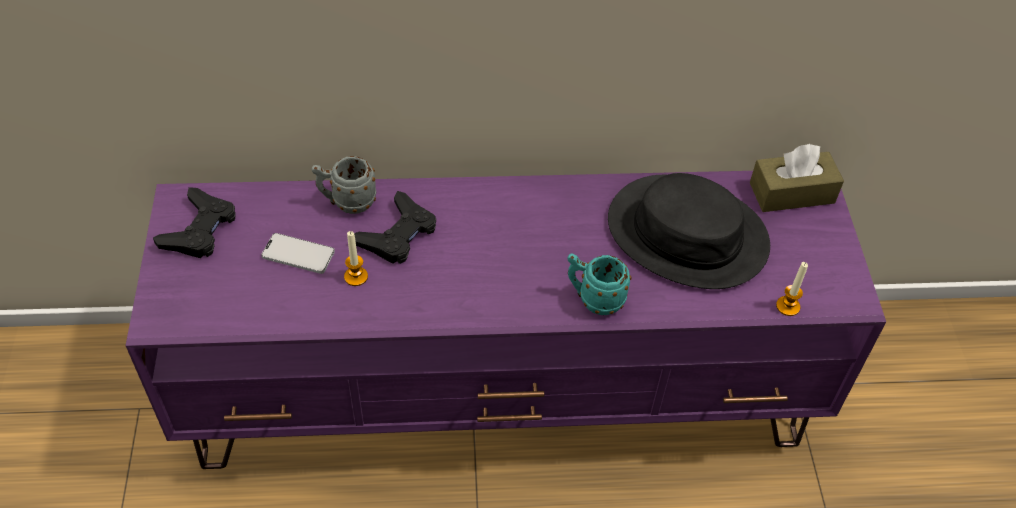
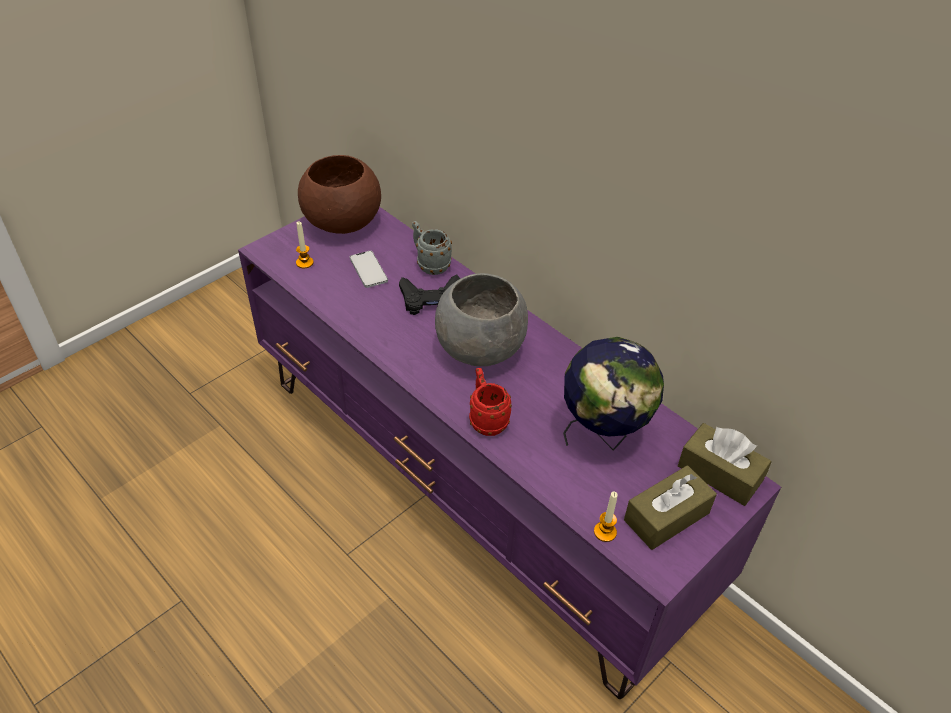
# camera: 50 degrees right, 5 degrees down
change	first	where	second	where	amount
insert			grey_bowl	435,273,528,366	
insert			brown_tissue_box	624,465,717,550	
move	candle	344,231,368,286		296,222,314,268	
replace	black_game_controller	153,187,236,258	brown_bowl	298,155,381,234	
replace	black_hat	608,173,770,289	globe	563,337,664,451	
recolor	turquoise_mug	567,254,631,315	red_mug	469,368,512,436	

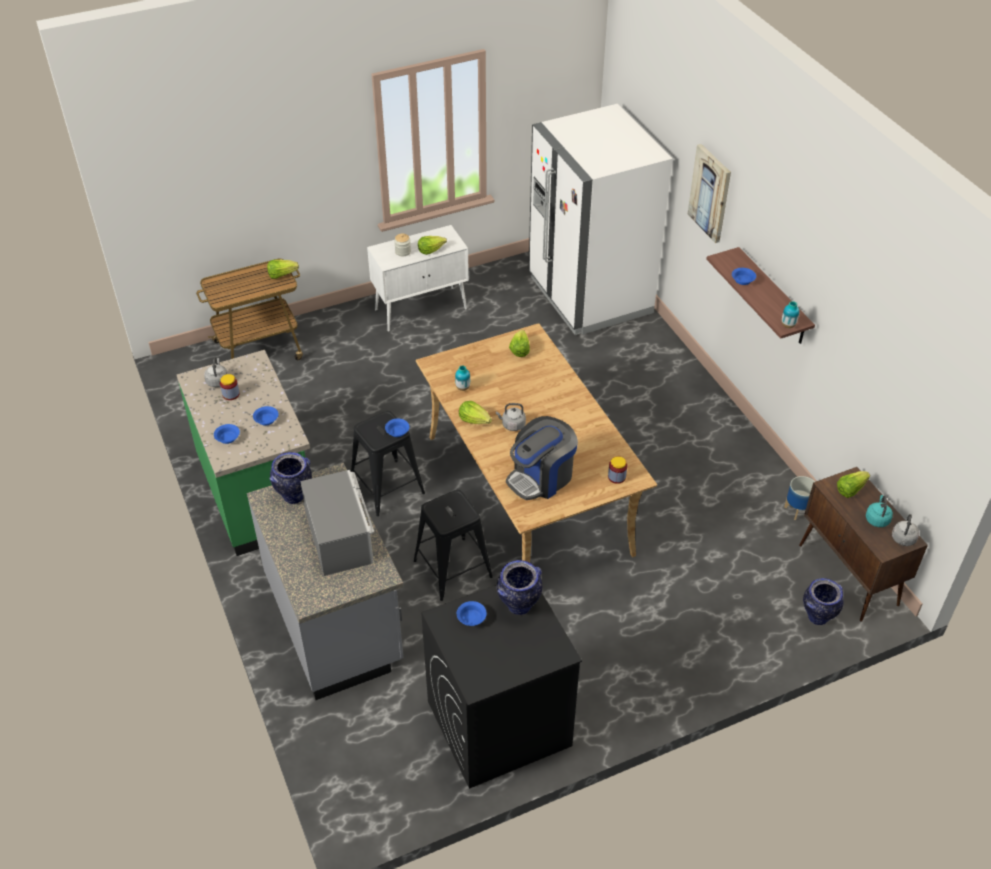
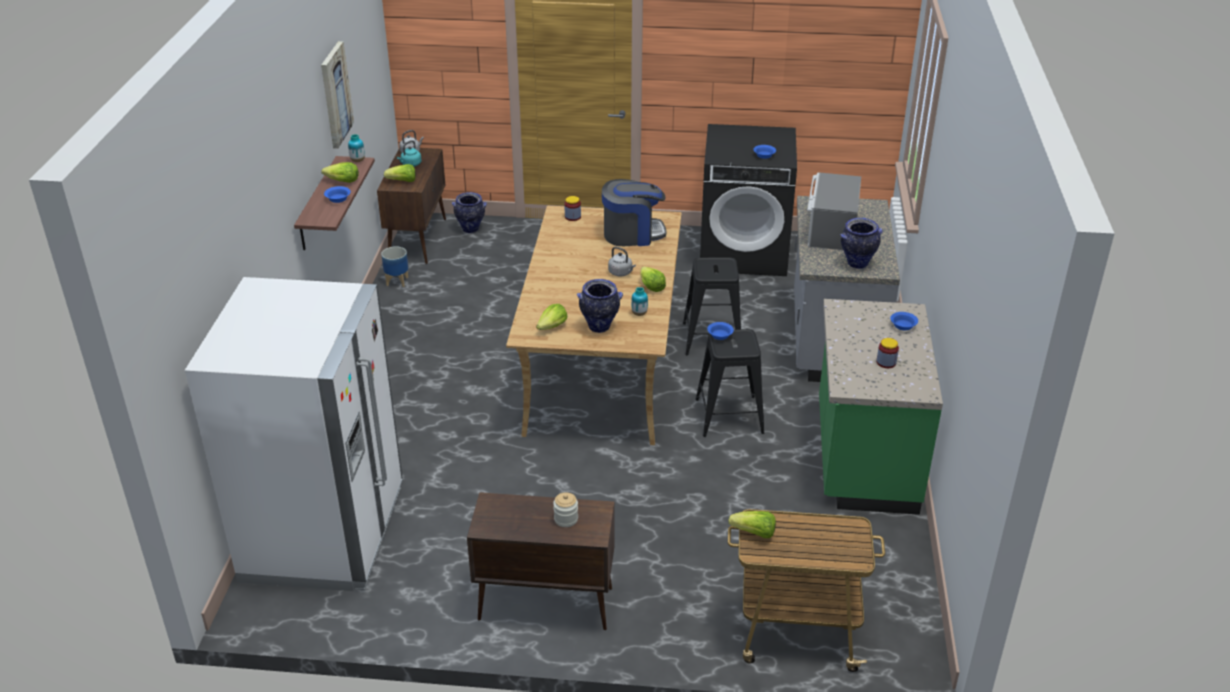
# camera: 150 degrees left, 10 degrees down
change	first	where	second	where	amount
delete	grey_kettle	204,357,228,387			
delete	blue_bowl	253,406,279,425			
move	lettuce	418,236,447,255		321,162,359,183	
move	vase	497,560,542,615		577,279,623,333	
move	picture	688,144,731,243		321,41,354,149	
recolor	white_cabinet	367,225,469,332	brown_cabinet	467,492,615,630	

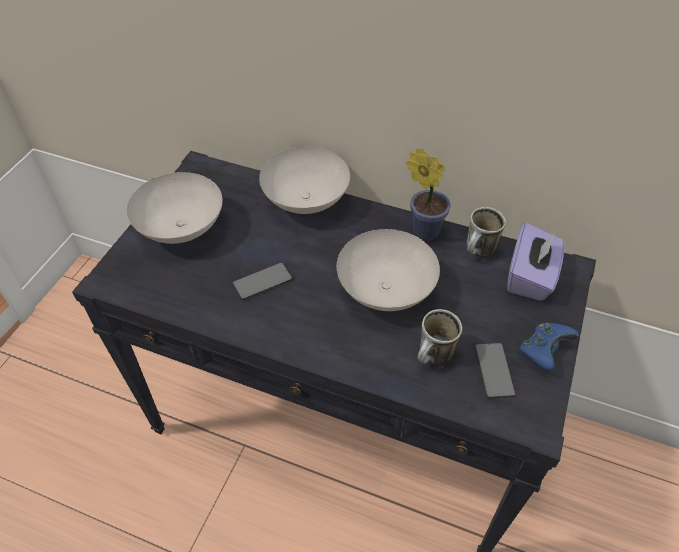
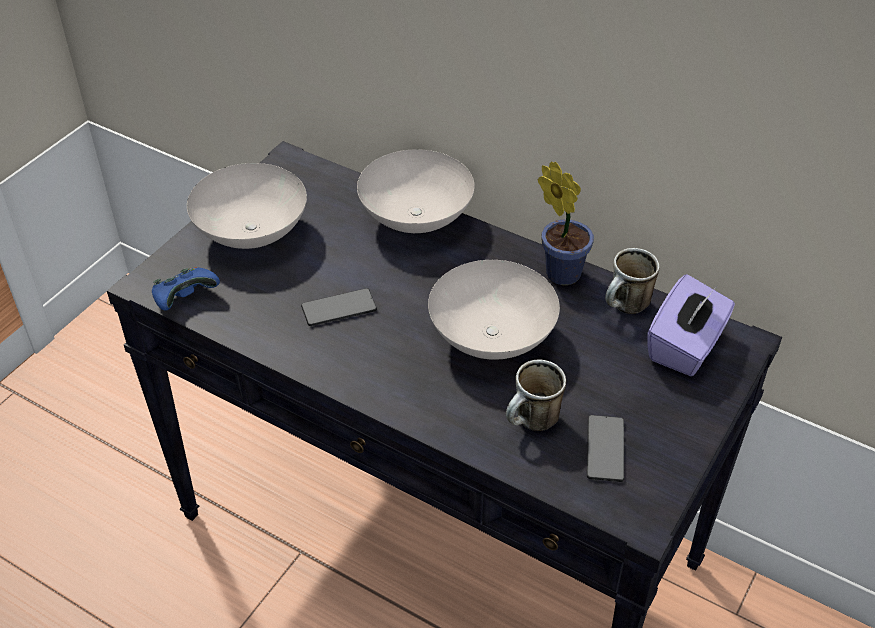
# camera: 10 degrees right, 5 degrees down
change	first	where	second	where	amount
move	blue_game_controller	520,323,579,370		152,267,220,311	

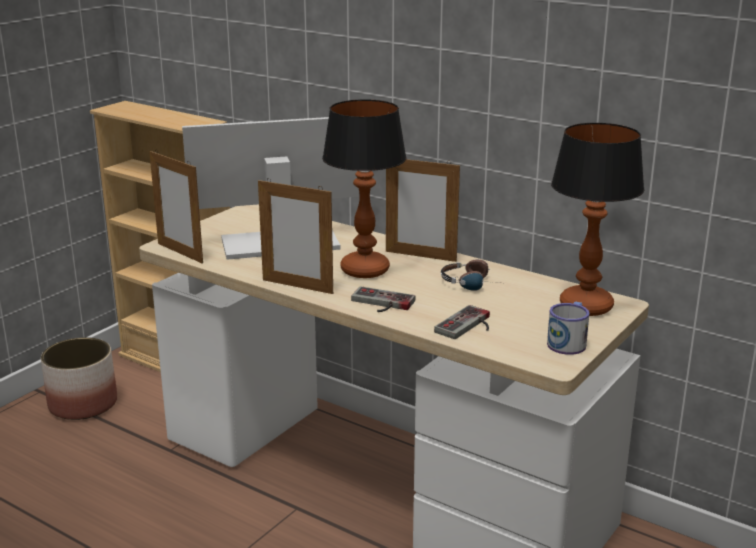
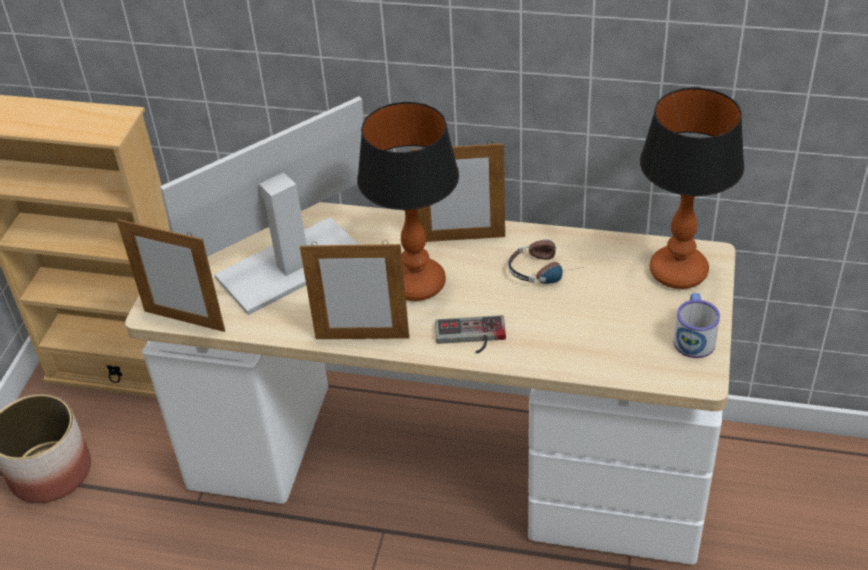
# camera: 20 degrees left, 20 degrees up
change	first	where	second	where	amount
delete	game_controller	434,305,490,339			

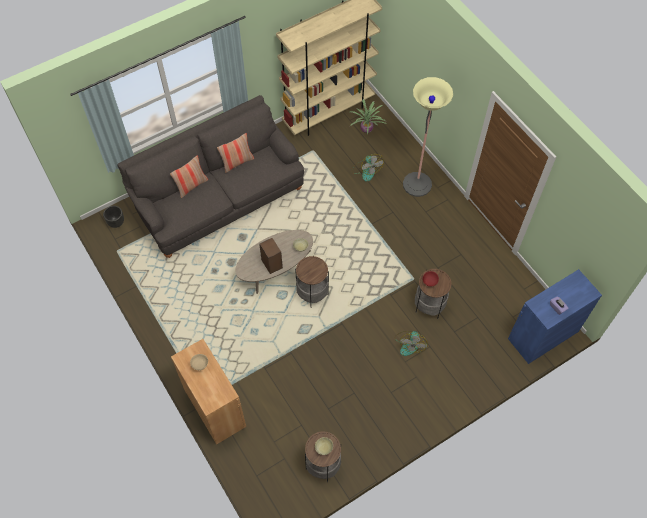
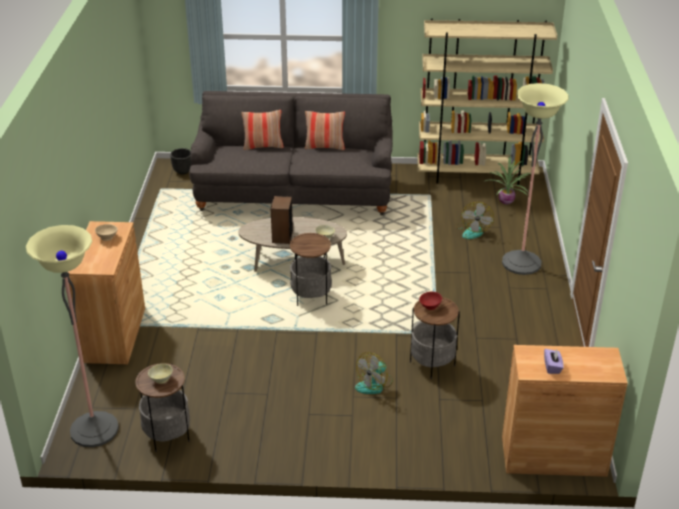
# camera: 35 degrees right, 25 degrees down
change	first	where	second	where	amount
insert			floor_lamp	26,225,119,447	
recolor	blue_cabinet	508,269,602,364	brown_cabinet	502,345,628,477	

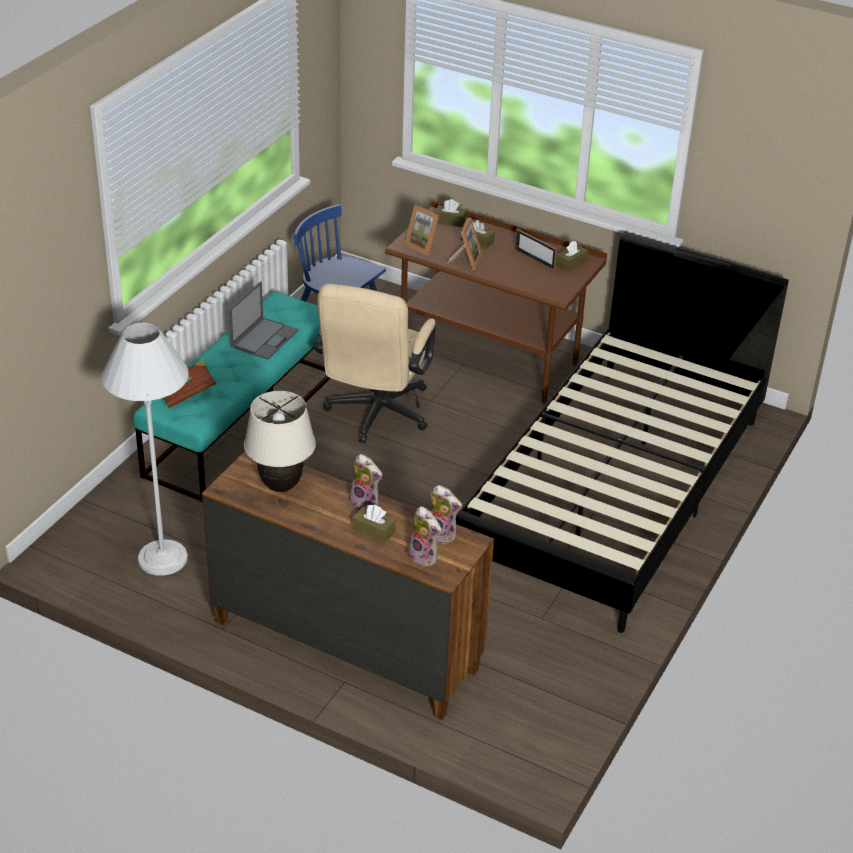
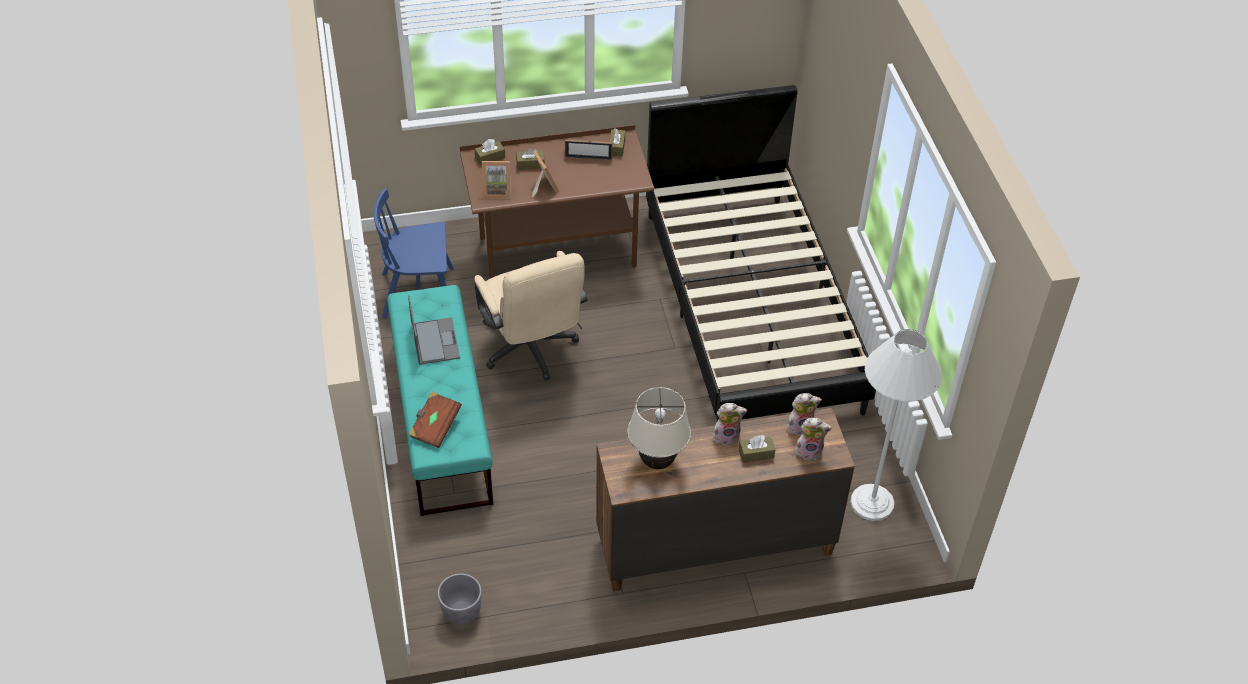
# camera: 40 degrees left, 10 degrees up
change	first	where	second	where	amount
insert			grey_planter	438,574,481,625	
move	white_floor_lamp	101,323,189,576		850,329,942,521	

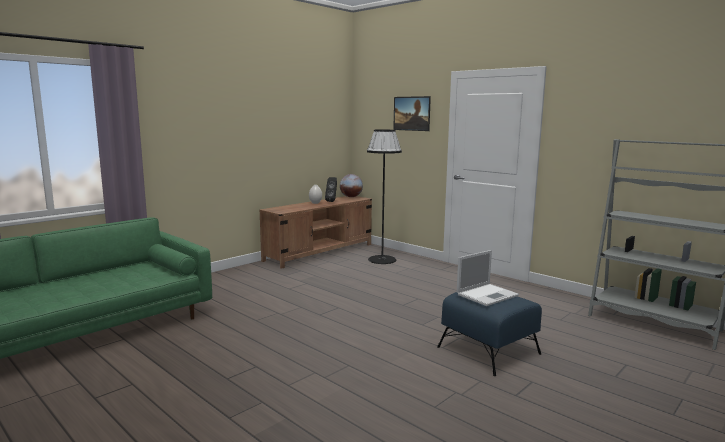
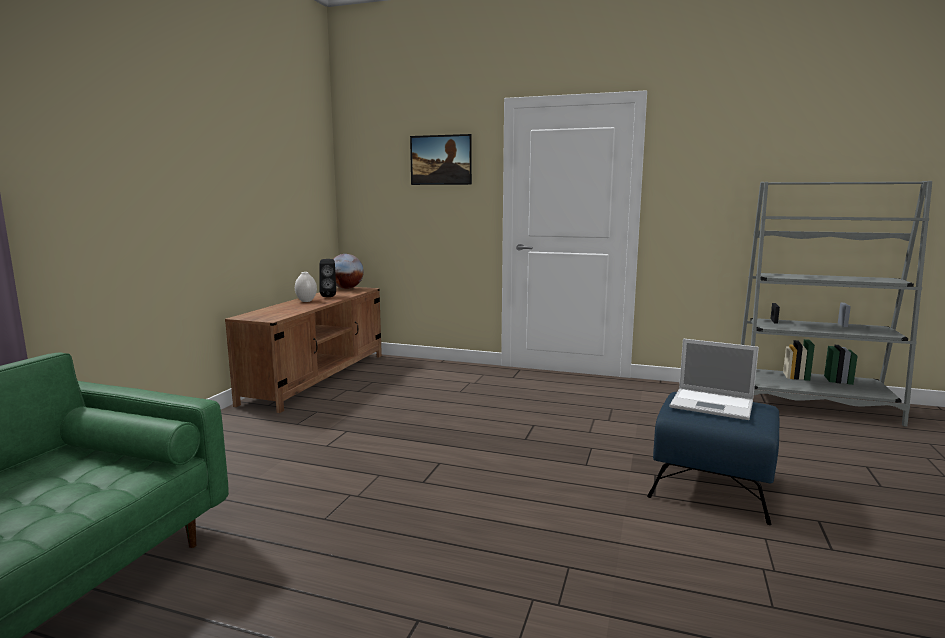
# camera: 25 degrees left, 0 degrees up
change	first	where	second	where	amount
delete	black_floor_lamp	367,130,402,264			
rotate	laptop	457,250,519,306		670,339,759,420	90 degrees clockwise

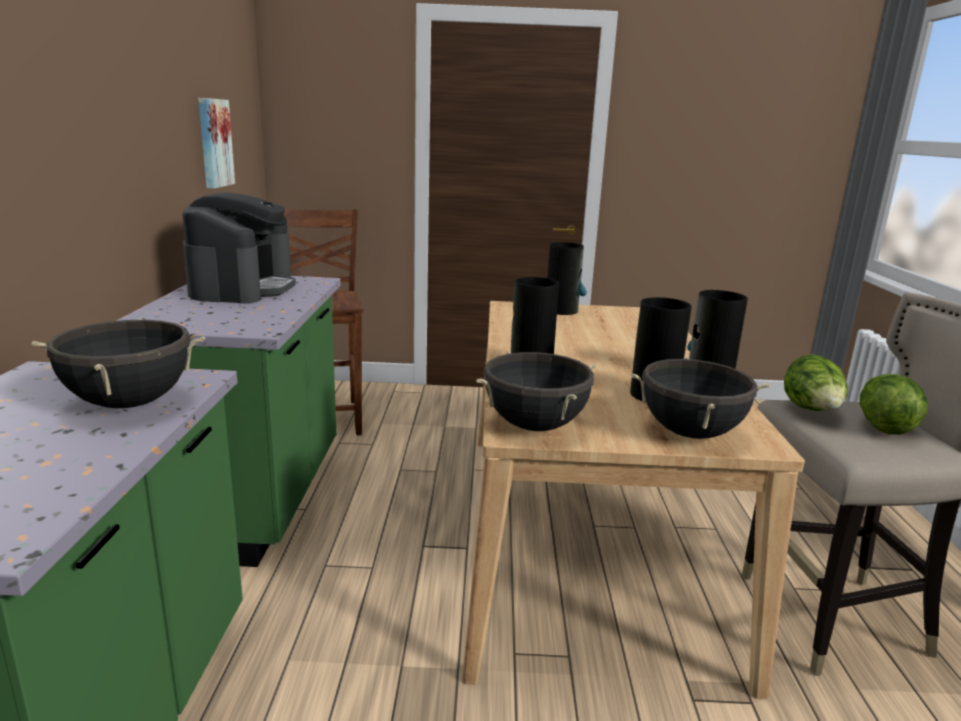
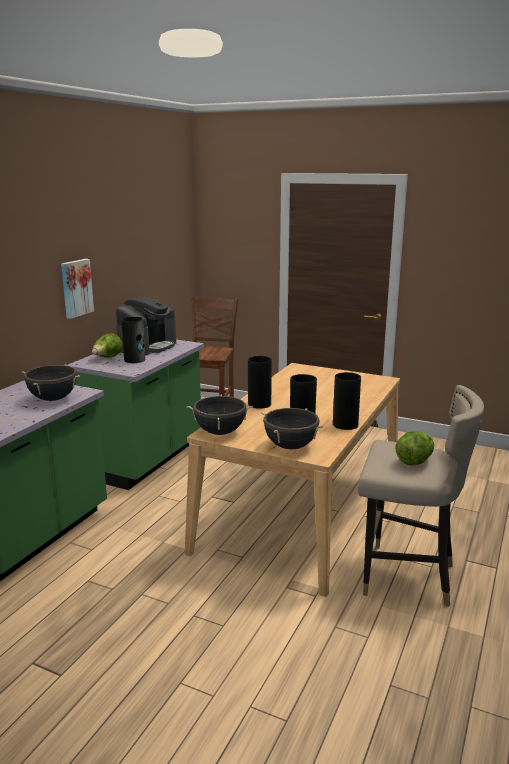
# camera: 25 degrees right, 0 degrees up
change	first	where	second	where	amount
move	picture	198,98,235,189		61,259,94,319	
move	vase	547,242,587,315		121,317,145,363	
move	lettuce	784,354,848,411		92,334,122,358	

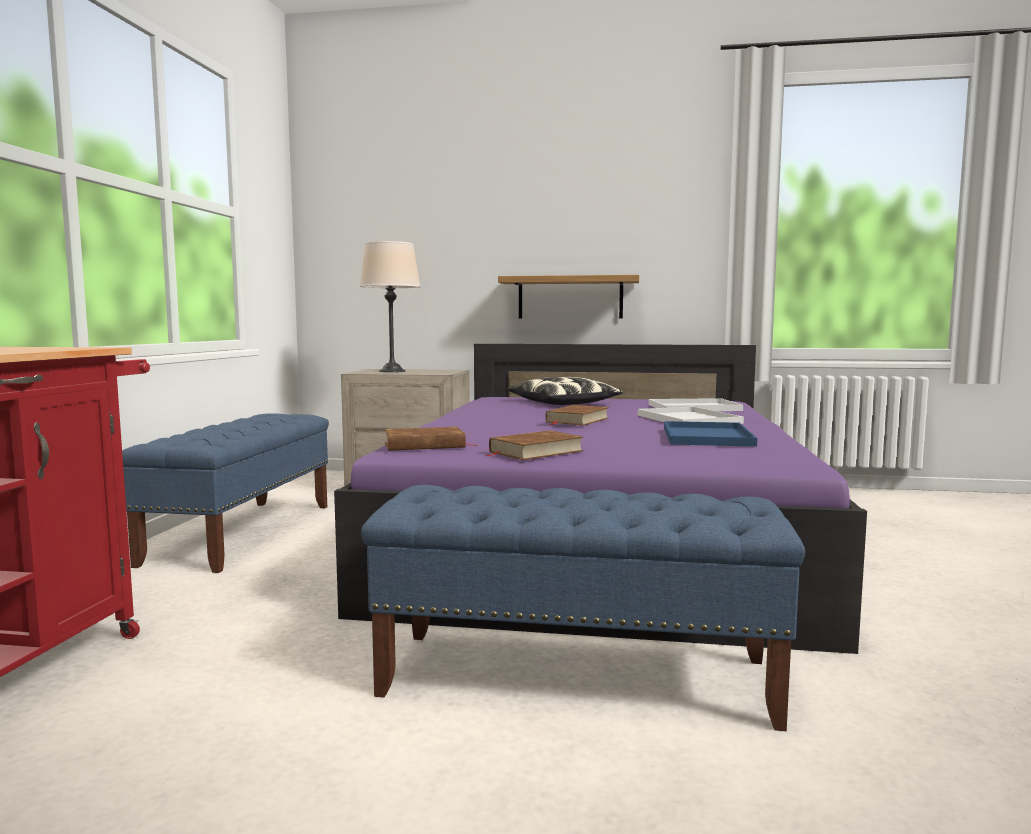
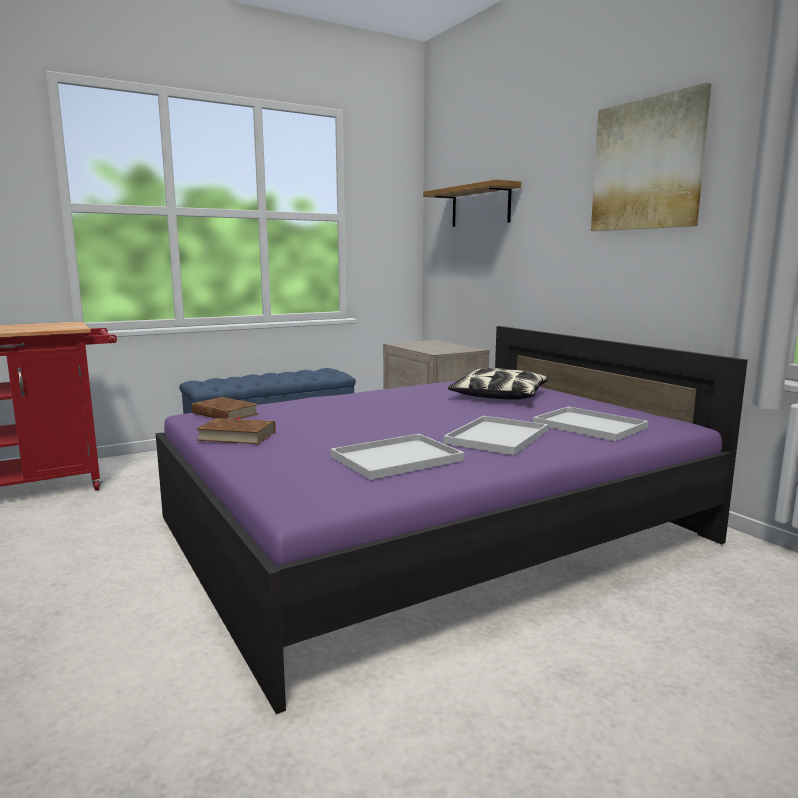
# camera: 50 degrees right, 5 degrees up
change	first	where	second	where	amount
delete	beige_table_lamp	360,241,421,372			
delete	blue_bench	361,485,805,731			
delete	brown_book	545,405,609,426			
insert			picture	591,83,711,231	
move	shelf	498,275,639,318		423,179,521,227	
recolor	blue_tray	664,421,757,447	white_tray	330,434,464,480	

